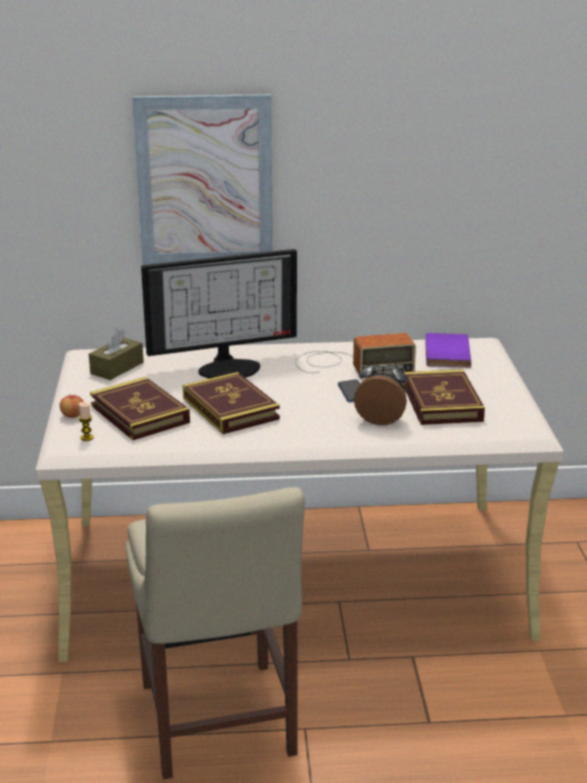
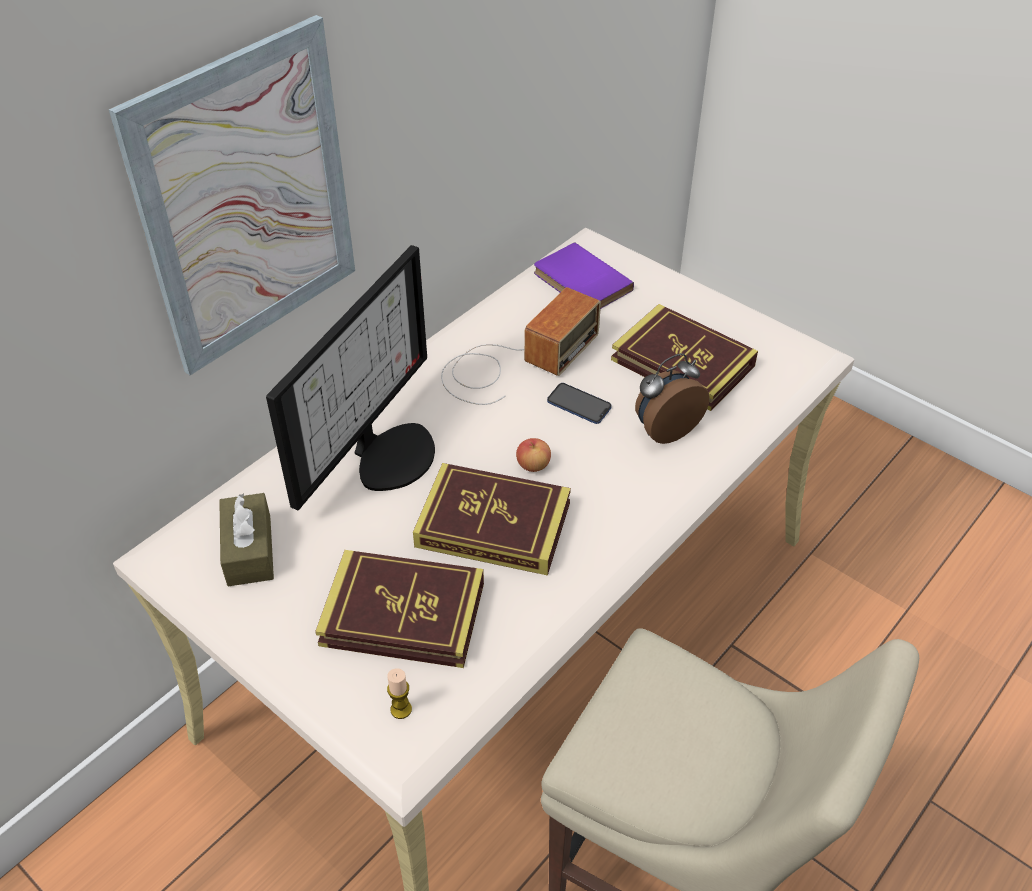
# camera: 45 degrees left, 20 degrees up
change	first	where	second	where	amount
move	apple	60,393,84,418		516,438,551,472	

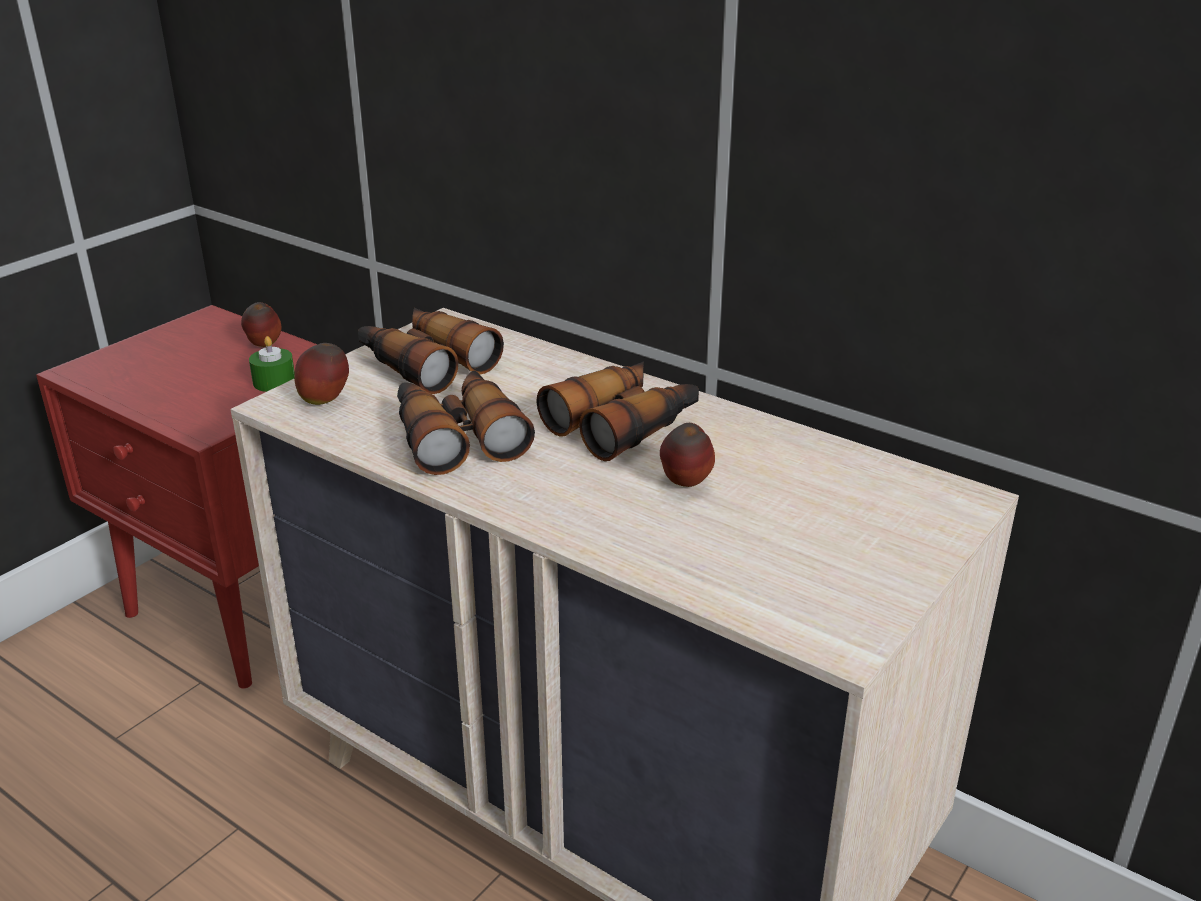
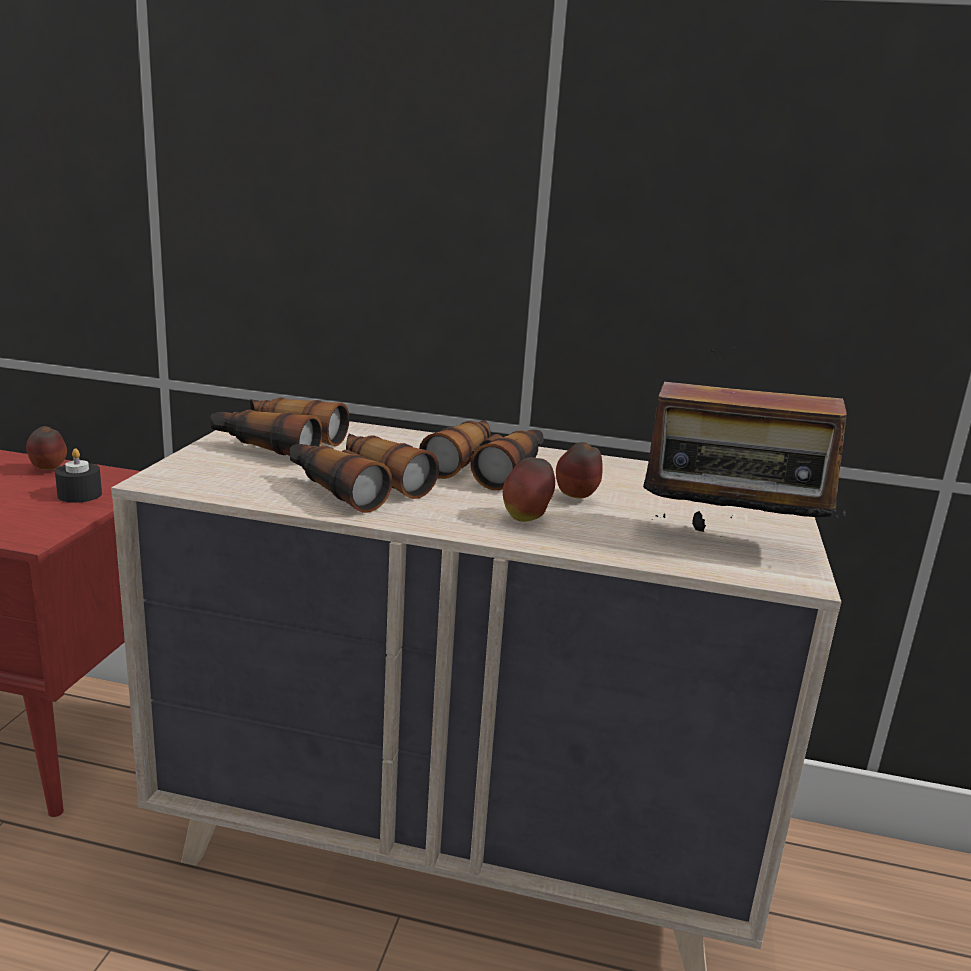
# camera: 25 degrees left, 10 degrees down
change	first	where	second	where	amount
insert			radio	643,347,847,532	
move	apple	294,343,349,405		503,457,555,522	
recolor	green_candle	249,336,295,392	black_candle	55,448,102,503	

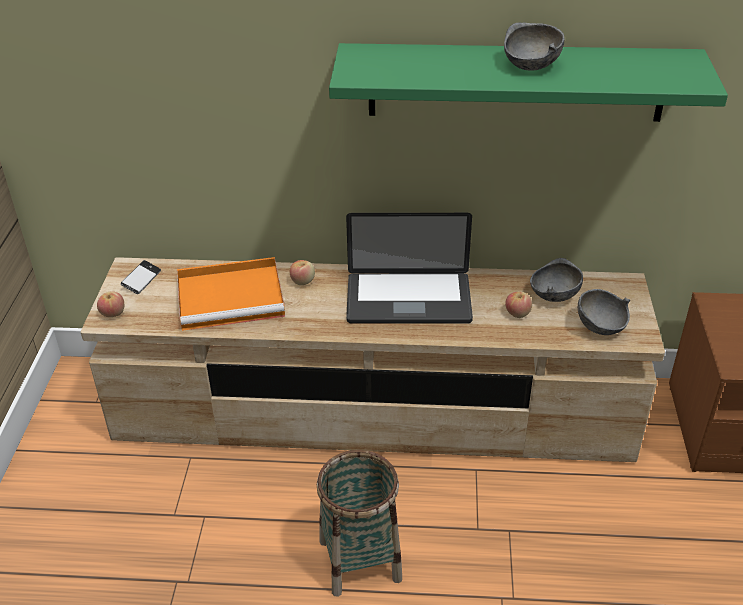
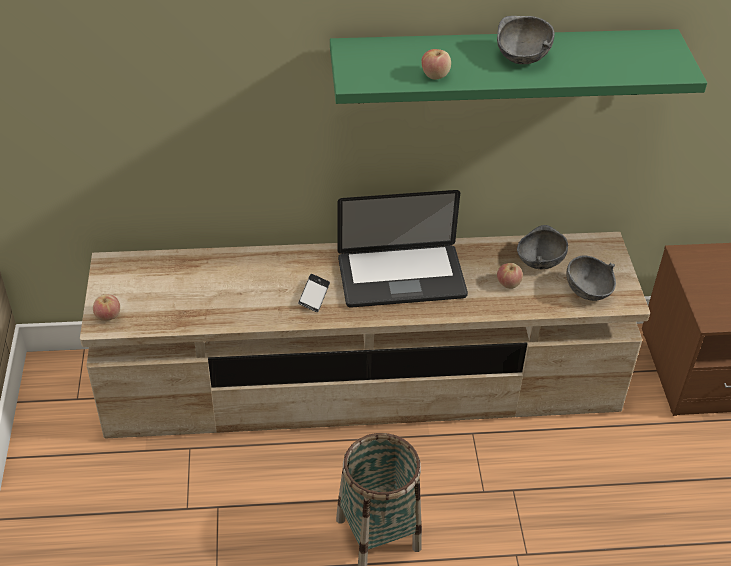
# camera: 10 degrees left, 5 degrees up
change	first	where	second	where	amount
delete	orange_tray	177,257,285,331			
move	phone	121,260,161,294		298,274,330,312	
move	apple	290,260,315,285		421,49,451,80	

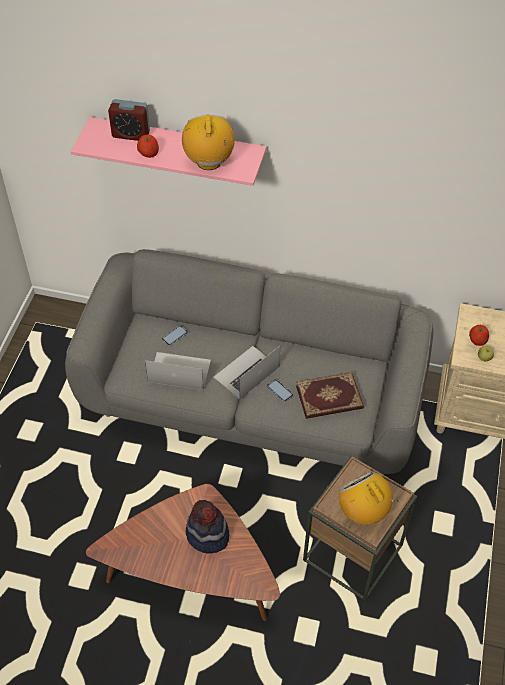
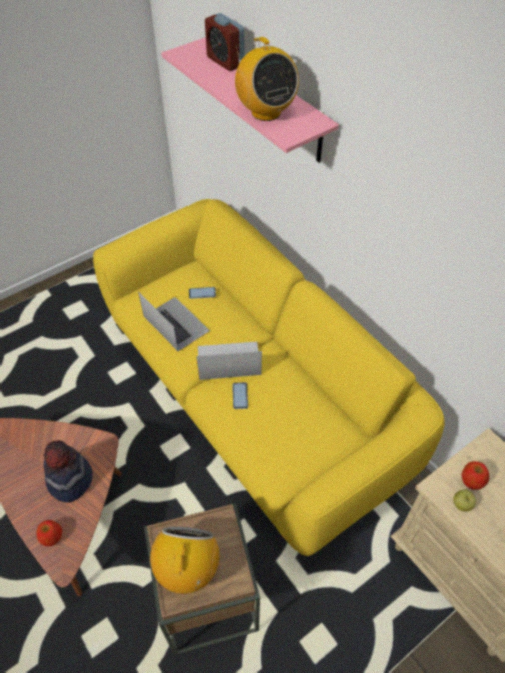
# camera: 40 degrees right, 0 degrees up
change	first	where	second	where	amount
delete	book	296,372,363,419			
move	apple	137,135,159,158		36,520,62,547	
recolor	grey_sofa	65,249,434,474	yellow_sofa	93,199,445,556	
rotate	radio	182,115,235,170		235,37,299,121	120 degrees clockwise

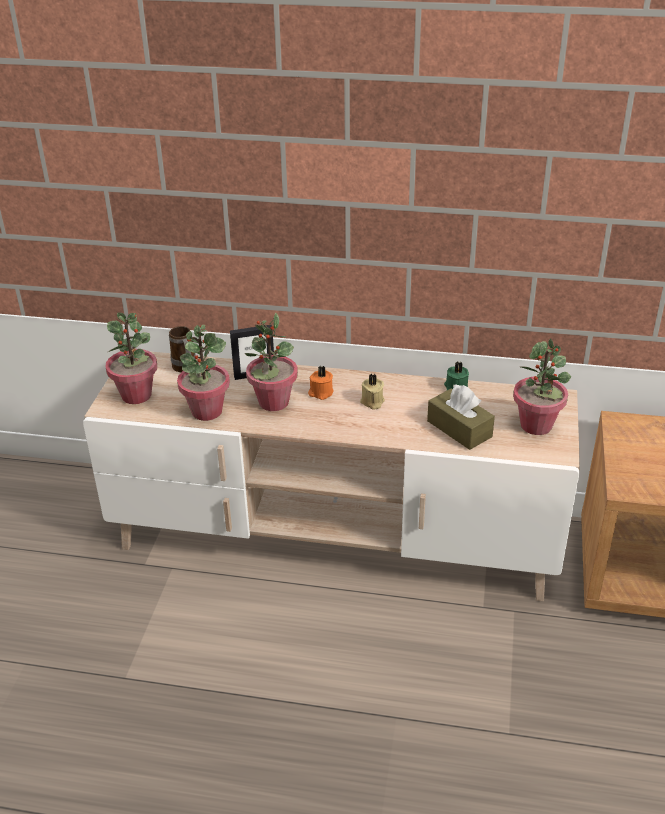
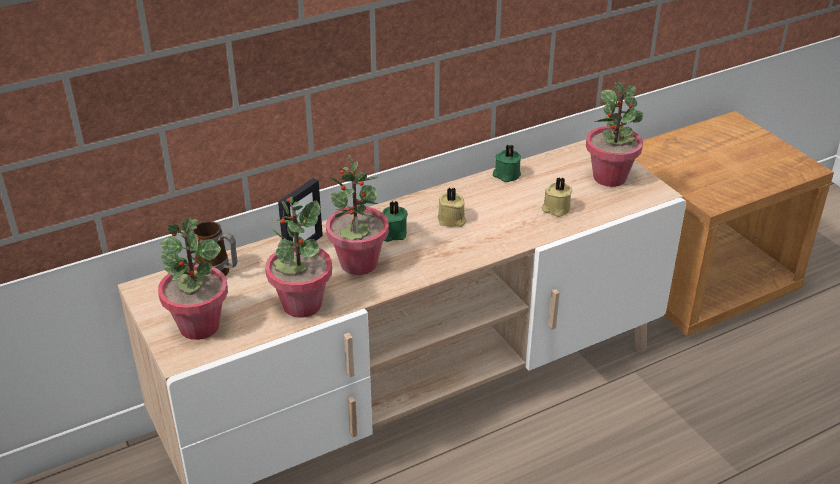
# camera: 40 degrees left, 0 degrees up
change	first	where	second	where	amount
replace	brown_tissue_box	427,385,495,450	beige_candle	542,177,572,217	
recolor	orange_candle	308,365,333,400	green_candle	382,201,408,242	

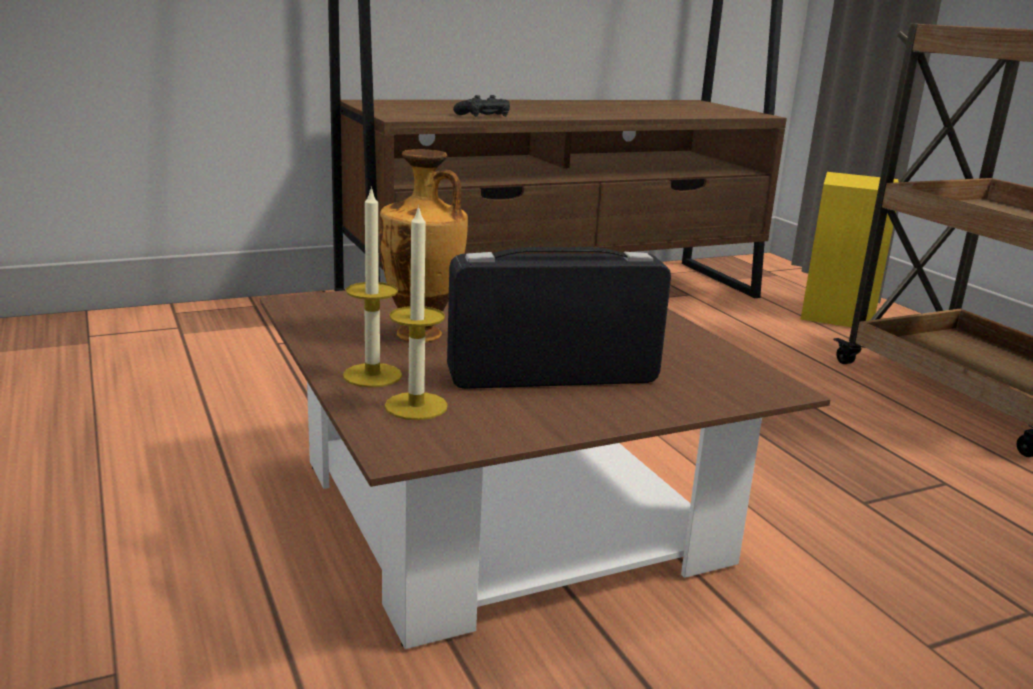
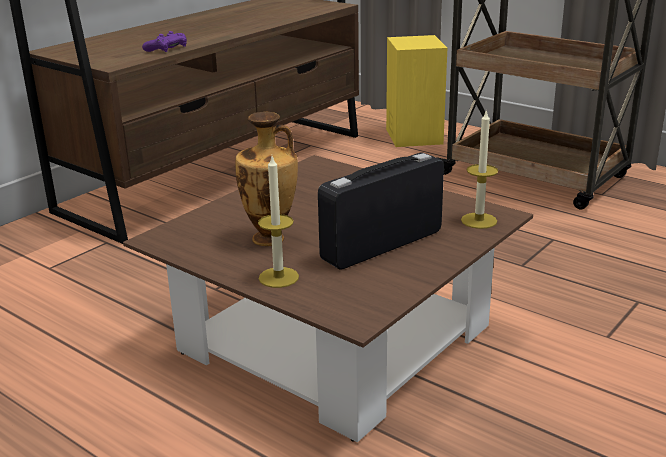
# camera: 25 degrees left, 5 degrees up
change	first	where	second	where	amount
move	candle	384,204,448,420		461,109,498,229	
recolor	black_game_controller	453,95,510,117	purple_game_controller	142,31,187,52	

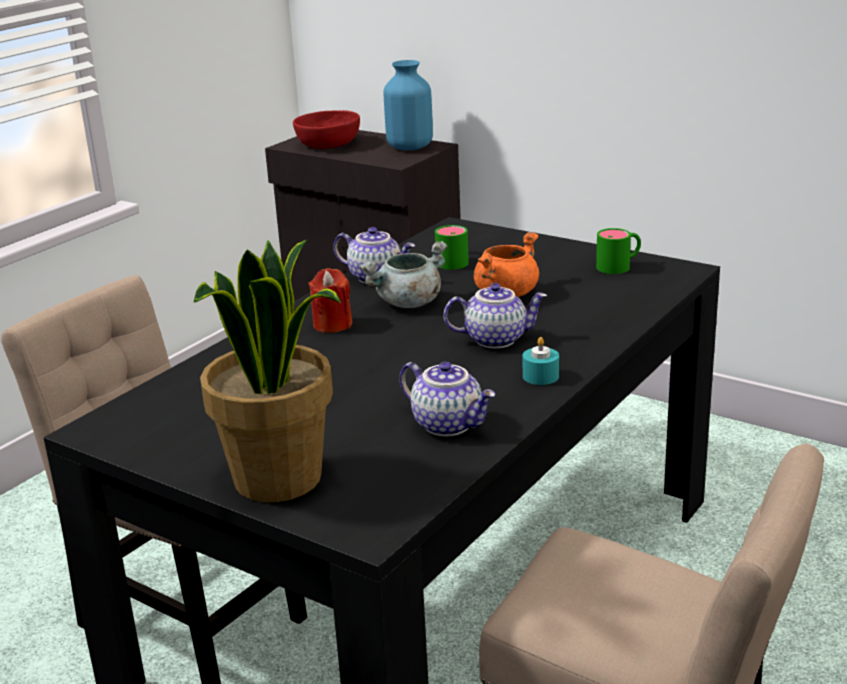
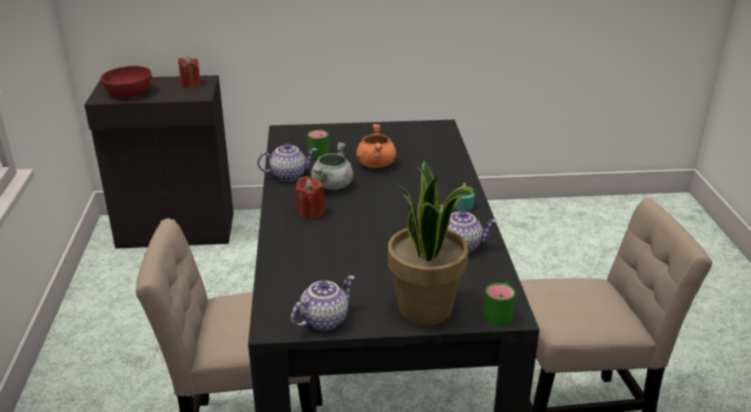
# camera: 40 degrees left, 5 degrees up
change	first	where	second	where	amount
move	teapot	443,283,547,349		291,276,355,331	
move	green_mug	596,228,641,274		483,282,515,326	
replace	blue_vase	383,60,433,150	red_candle	178,56,201,87	

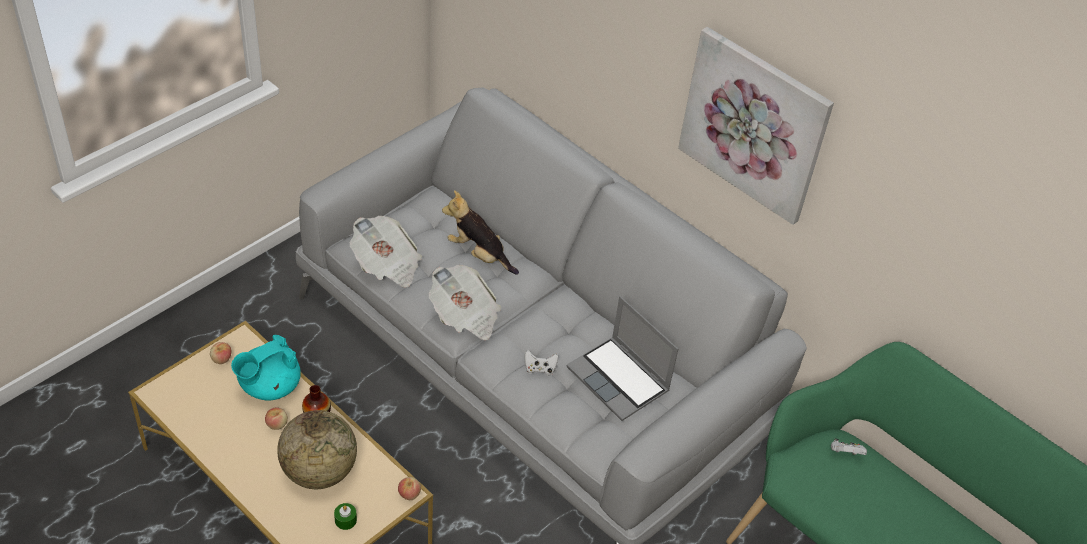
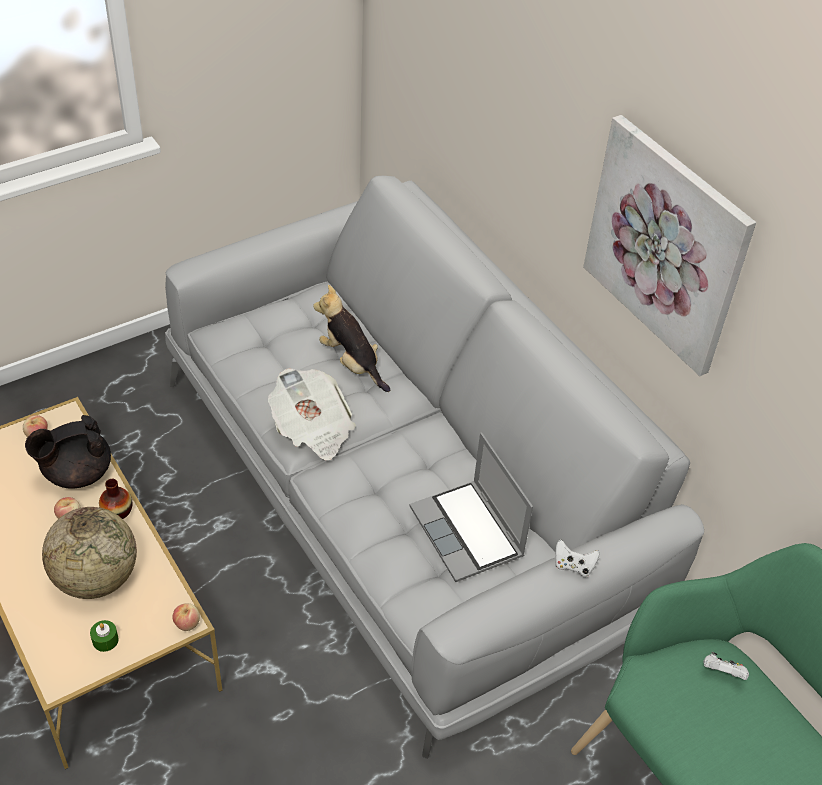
# camera: 15 degrees right, 0 degrees up
change	first	where	second	where	amount
delete	newspaper	350,216,422,288			
move	white_game_controller	525,350,558,376		555,539,600,577	
recolor	turquoise_teapot	231,335,301,401	black_teapot	25,415,111,489	

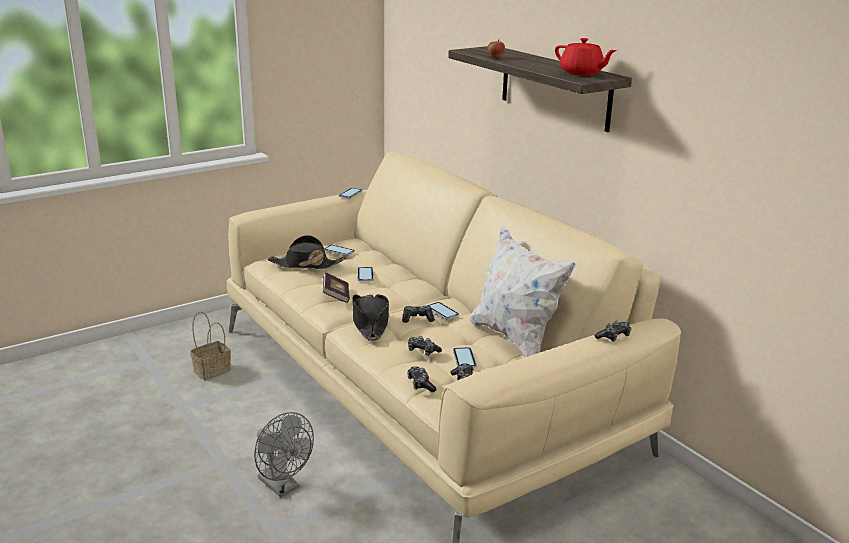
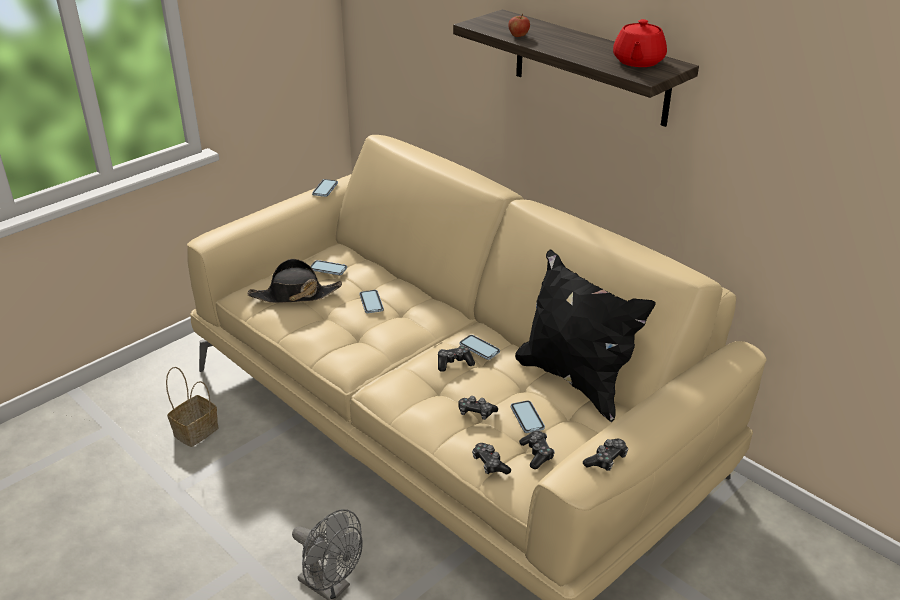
# camera: 10 degrees left, 10 degrees up
change	first	where	second	where	amount
delete	book	323,272,350,303			
delete	black_hat	352,294,390,341			
move	game_controller	594,321,631,342		583,439,628,471	
recolor	white_pillow	470,226,576,357	black_pillow	515,249,656,422	
rotate	red_teapot	555,38,617,75		613,19,667,67	75 degrees clockwise

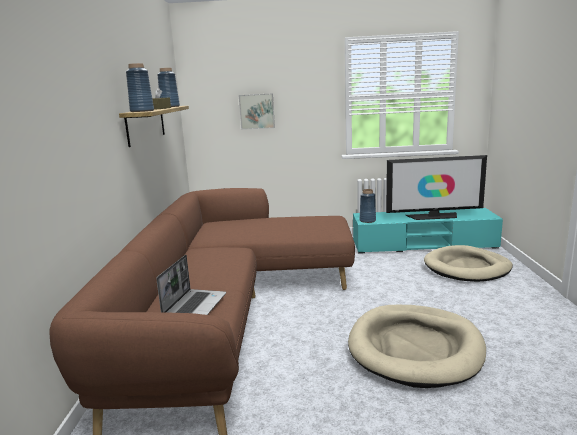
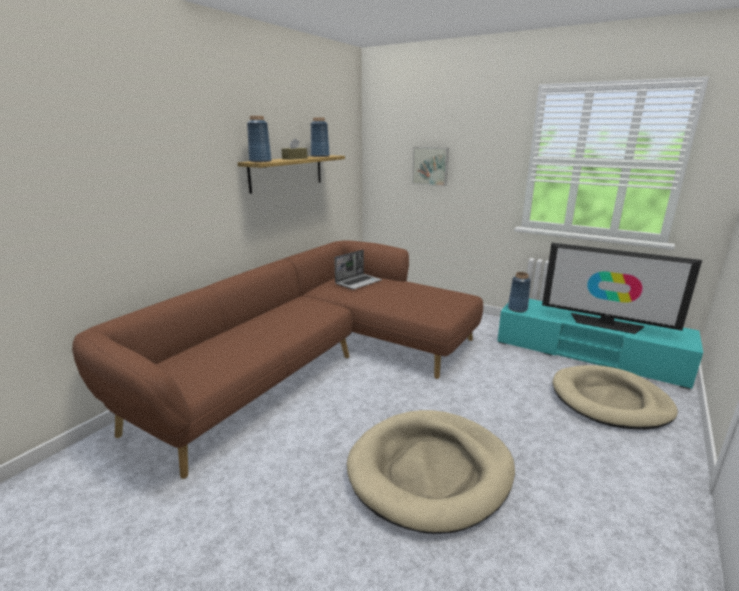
# camera: 30 degrees right, 5 degrees up
change	first	where	second	where	amount
move	laptop	156,255,226,315		334,250,382,290	

